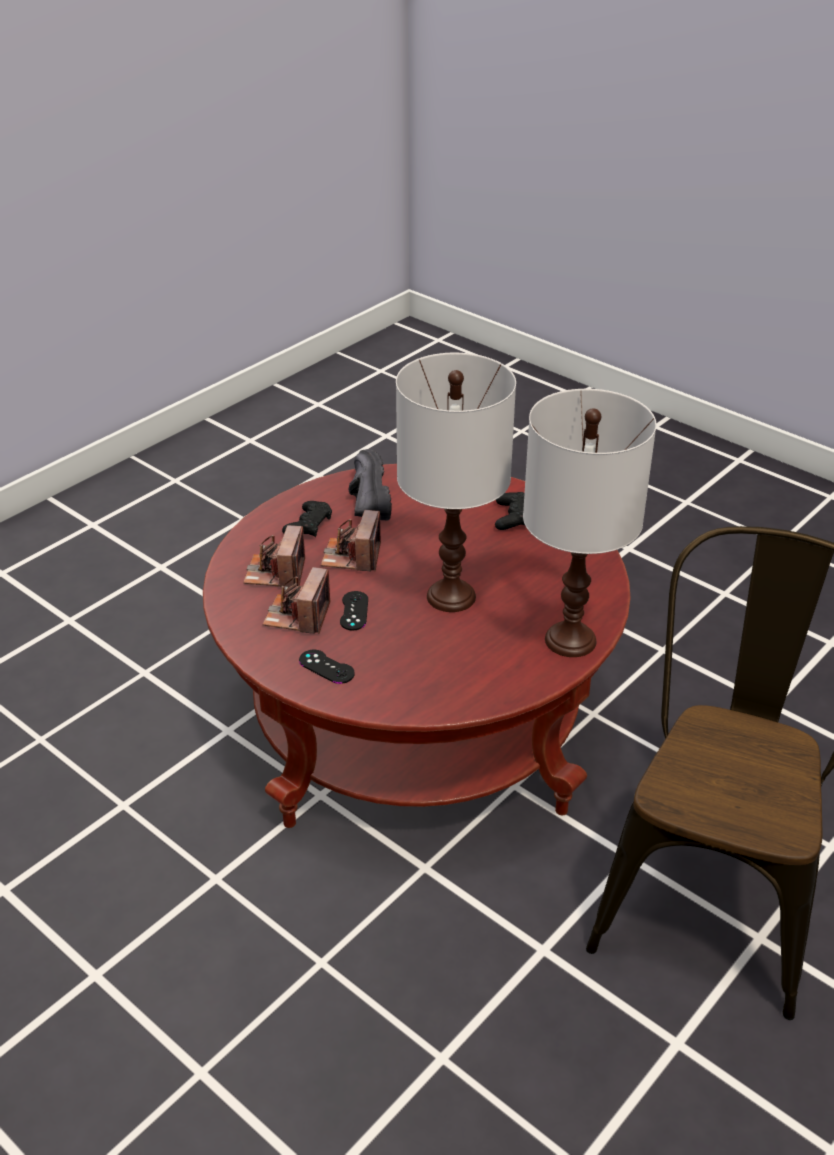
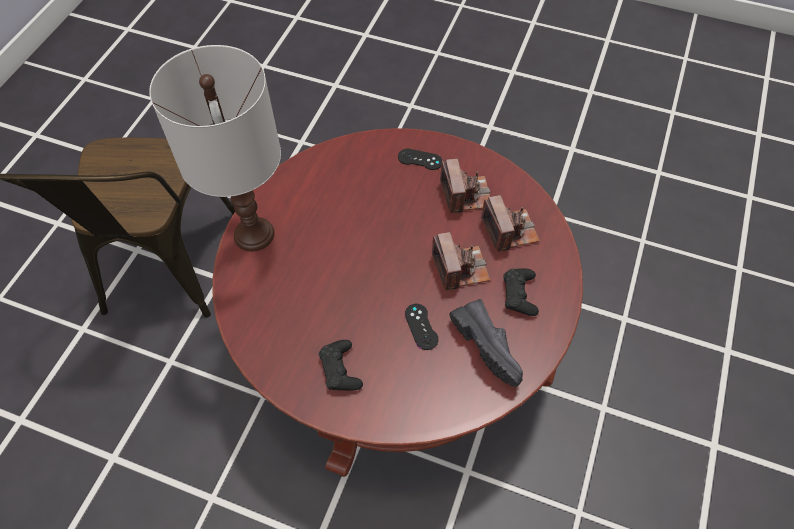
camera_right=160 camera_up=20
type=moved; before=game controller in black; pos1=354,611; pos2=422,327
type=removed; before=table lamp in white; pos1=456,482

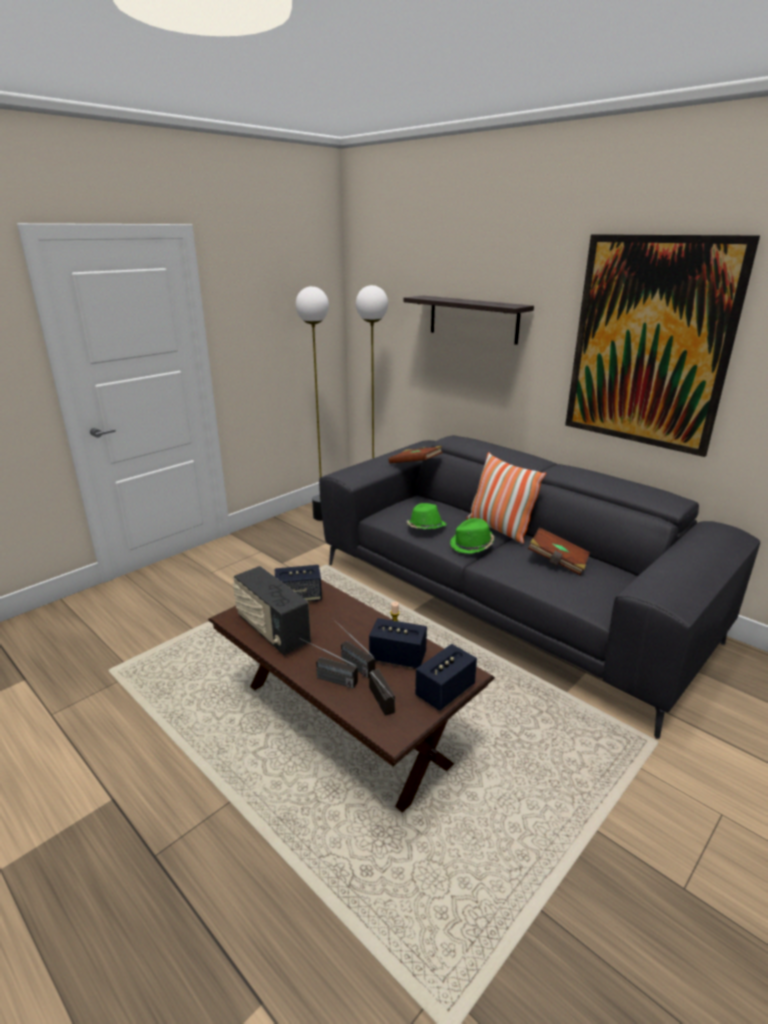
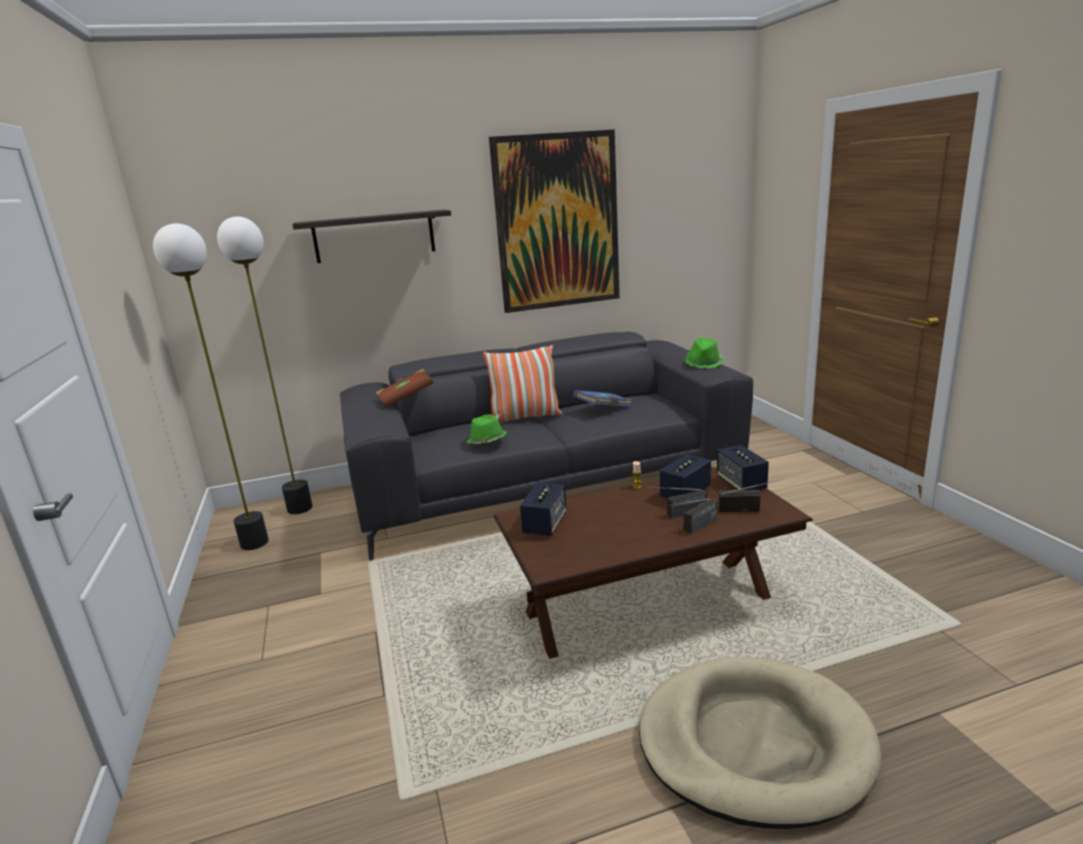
camera_right=-60 camera_up=-5
type=removed; before=radio; pos1=272,610
type=moved; before=hat in green; pos1=472,536; pos2=704,353
type=recoloured; before=book in brown; after=book in blue; pos1=559,551; pos2=603,398
type=added; after=dog bed in beige; pos2=760,743

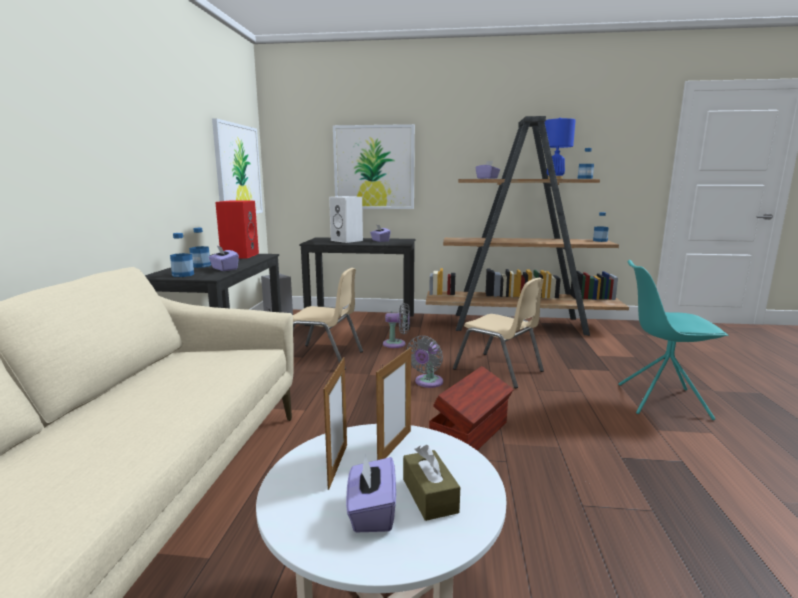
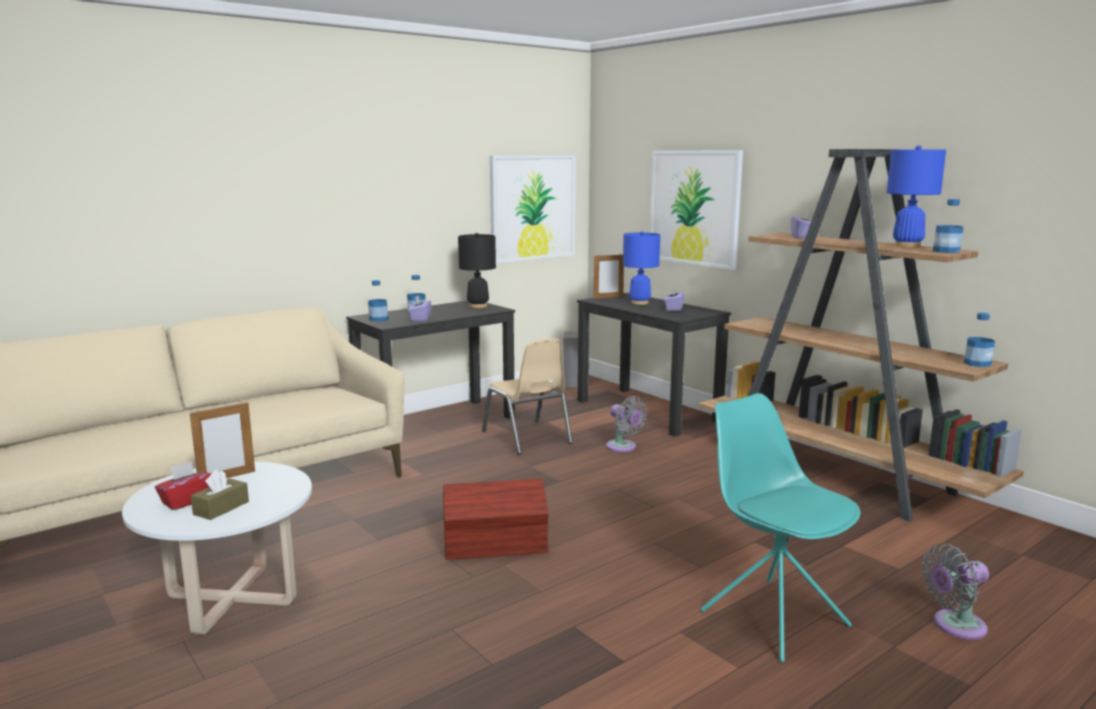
camera_right=45 camera_up=0
type=replaced; before=speaker in red; after=table lamp in black; pos1=237,229; pos2=477,270
type=replaced; before=speaker in white; after=table lamp in blue; pos1=346,219; pos2=641,268
type=recoloured; before=tissue box in purple; after=tissue box in red; pos1=371,493; pos2=183,486
type=moved; before=picture frame; pos1=393,403; pos2=609,277
type=moved; before=fan in grey; pos1=425,362; pos2=955,591
type=removed; before=chair in beige; pos1=498,333

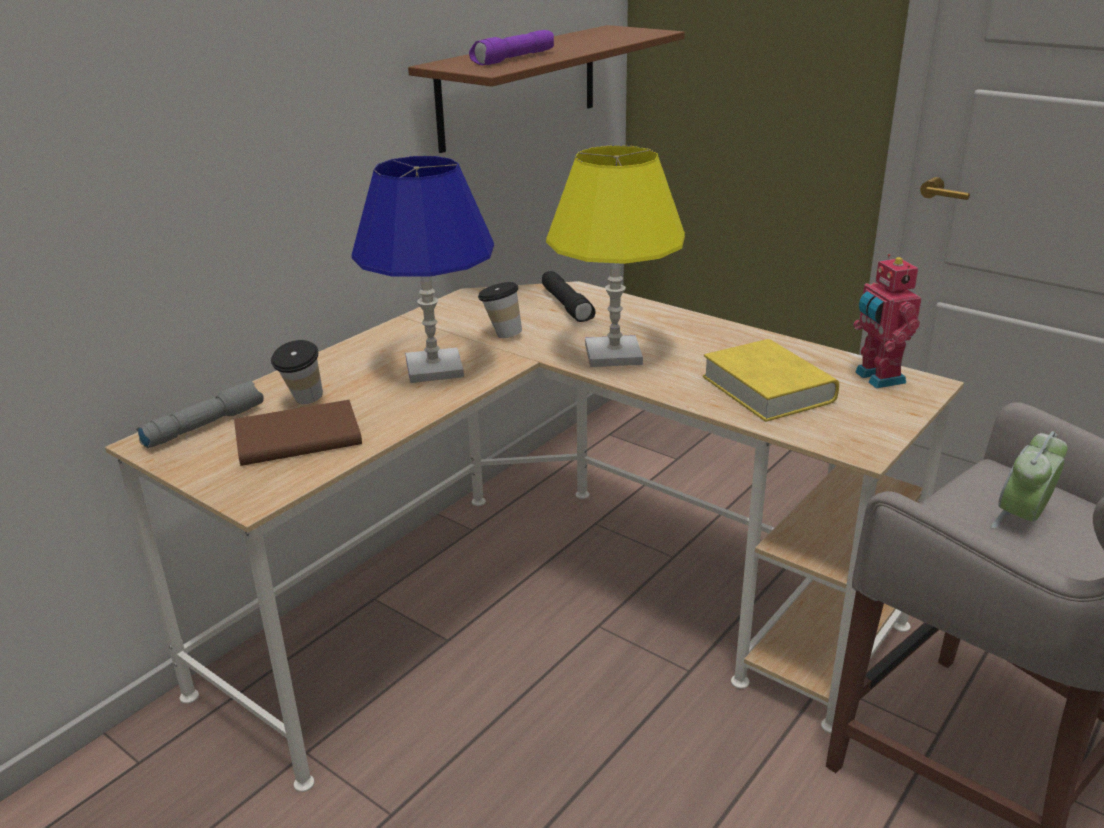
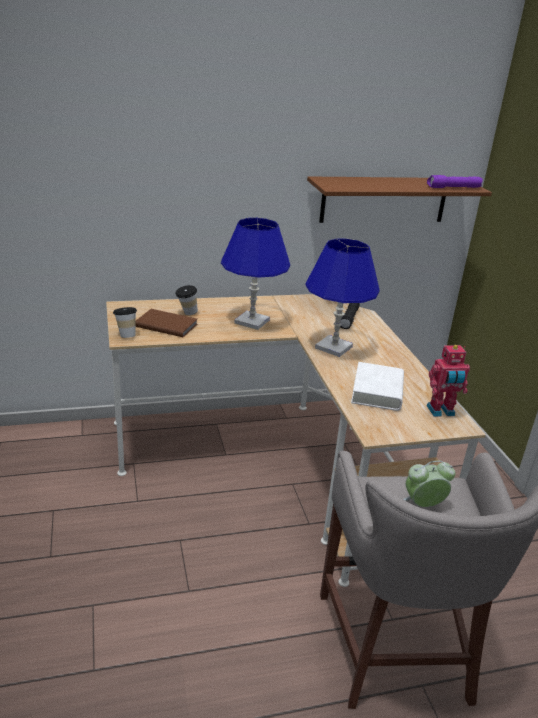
camera_right=35 camera_up=0
type=removed; before=flashlight in grey; pos1=200,414
type=moved; before=flashlight in purple; pos1=511,47; pos2=455,181
type=moved; before=cup; pos1=500,310; pos2=125,322
type=recoloured; before=table lamp in yellow; after=table lamp in blue; pos1=615,256; pos2=342,298
type=recoloured; before=book in yellow; after=book in white; pos1=771,380; pos2=377,386
type=turned; before=toy robot; pos1=887,321; pos2=448,381; turn=-120

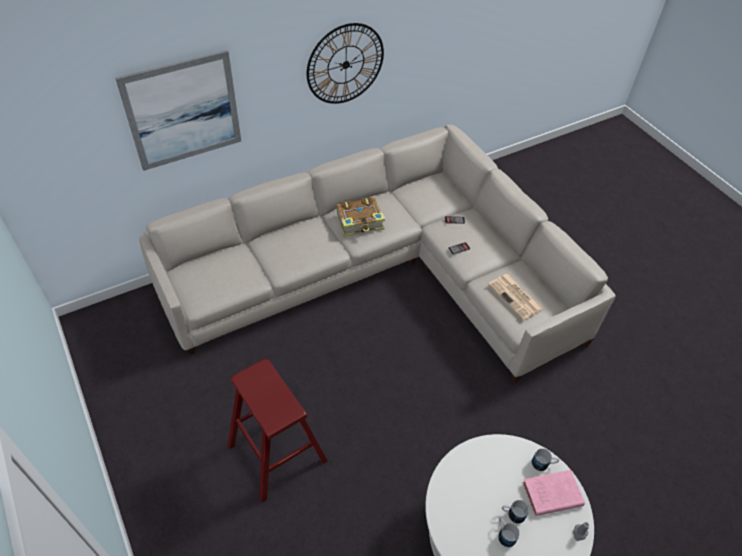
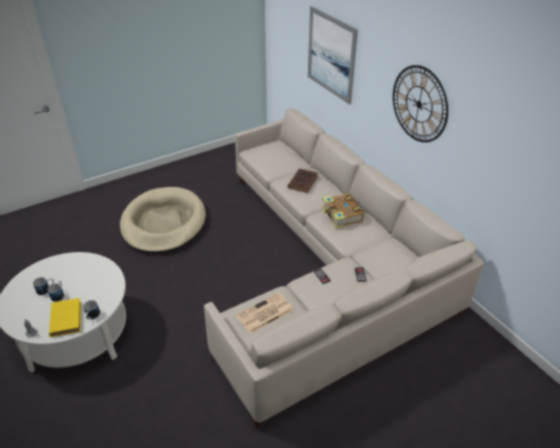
camera_right=90 camera_up=-10
type=replaced; before=stool in red; after=dog bed in beige; pos1=278,430; pos2=163,220
type=recoloured; before=book in pink; after=book in yellow; pos1=553,493; pos2=65,317
type=added; after=book in brown; pos2=303,180

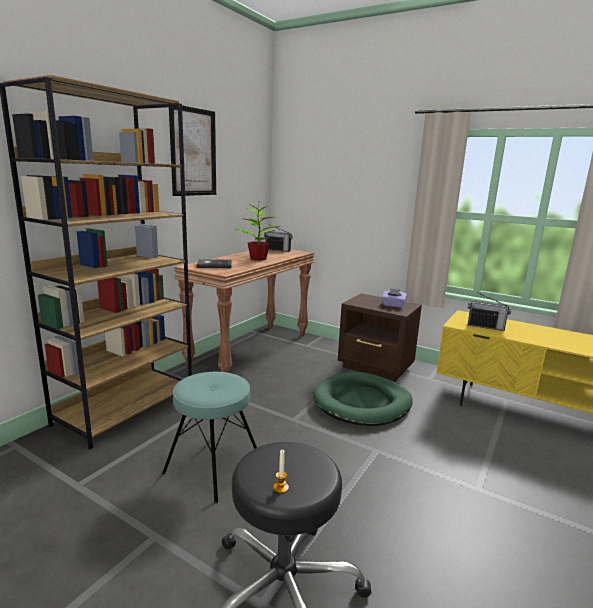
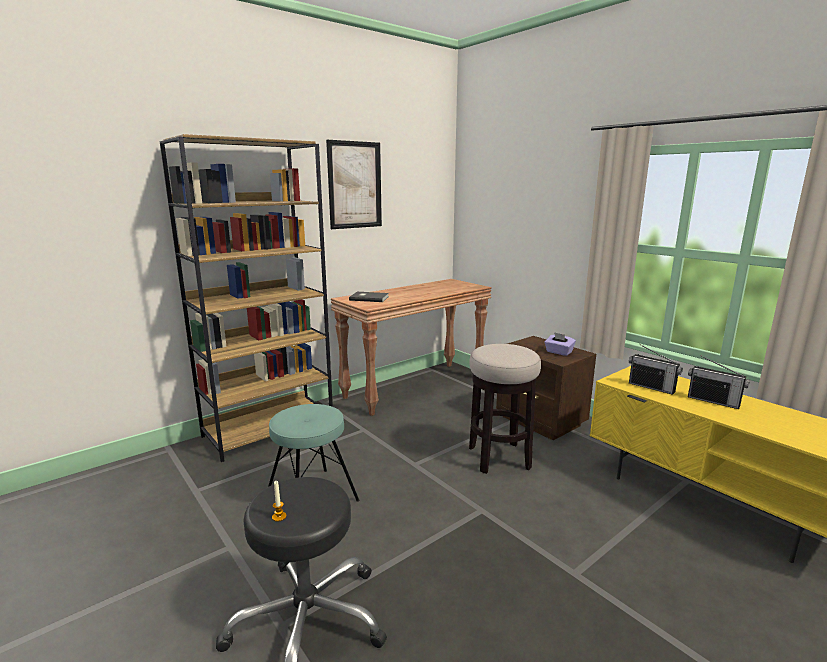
camera_right=20 camera_up=0
type=removed; before=potted plant; pos1=258,232
type=moved; before=radio; pos1=278,238; pos2=719,382
type=replaced; before=dog bed in green; after=stool; pos1=363,399; pos2=505,409

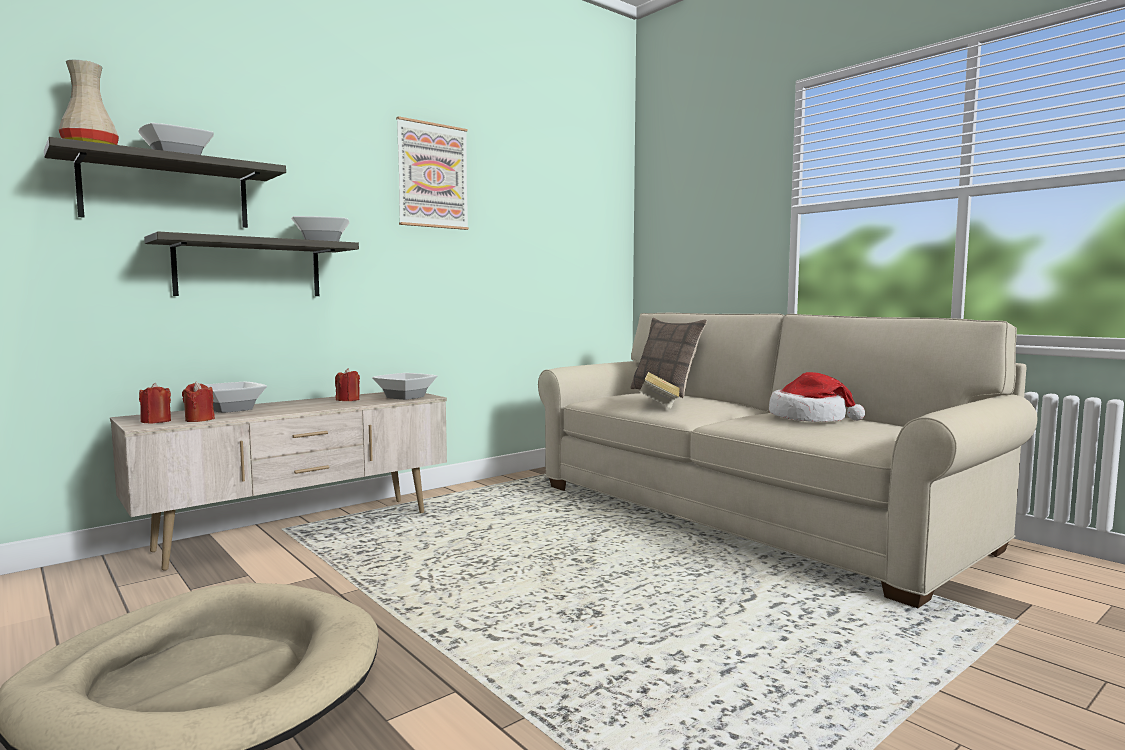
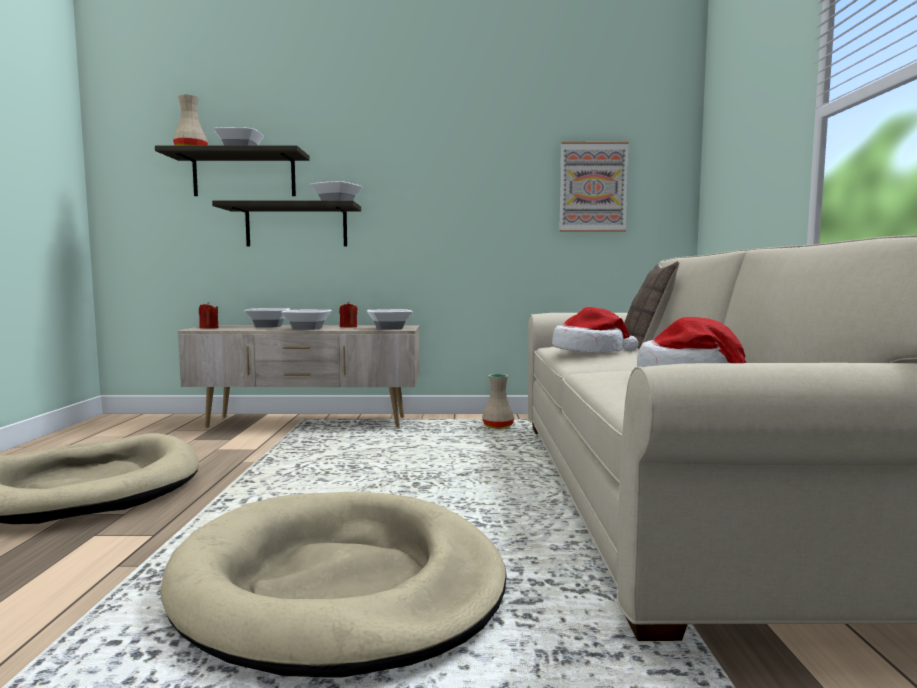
camera_right=40 camera_up=0
type=removed; before=candle in red; pos1=198,402
type=moved; before=picture; pos1=432,173; pos2=594,187
type=replaced; before=book; after=hat; pos1=659,390; pos2=595,330
type=added; after=dog bed in beige; pos2=333,585
type=added; after=bowl; pos2=306,320
type=added; after=vase in beige; pos2=498,401

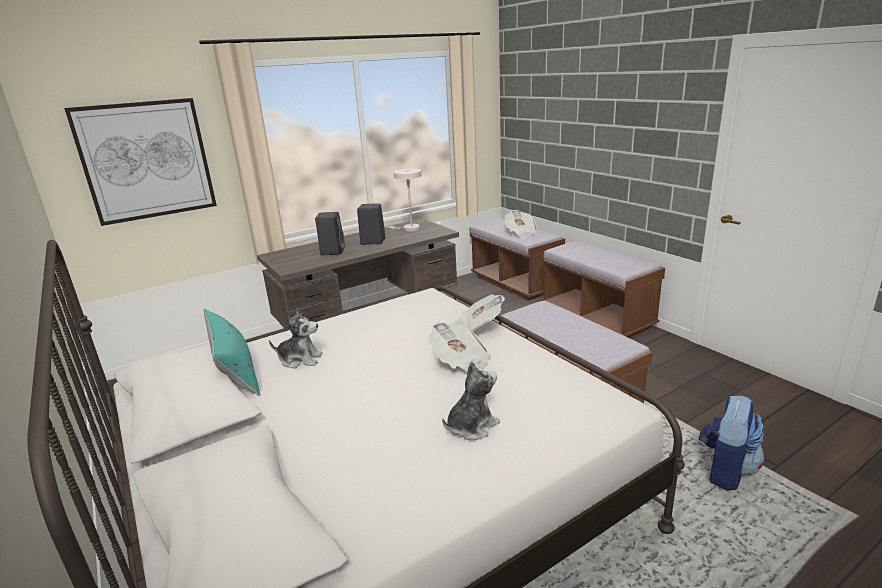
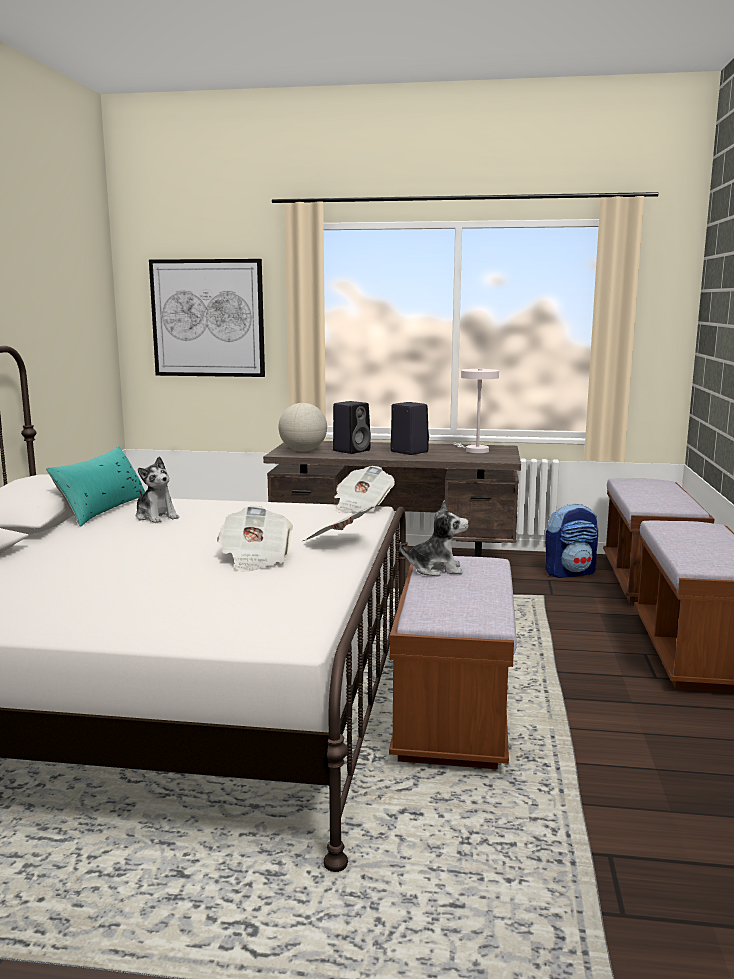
camera_right=40 camera_up=-10
type=moved; before=plush toy; pos1=471,400; pos2=434,538
type=moved; before=newspaper; pos1=521,224; pos2=365,490
type=moved; before=backpack; pos1=731,443; pos2=571,541
type=added; after=globe; pos2=302,427

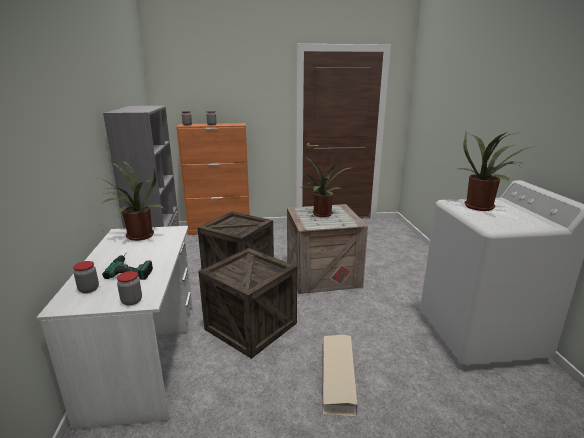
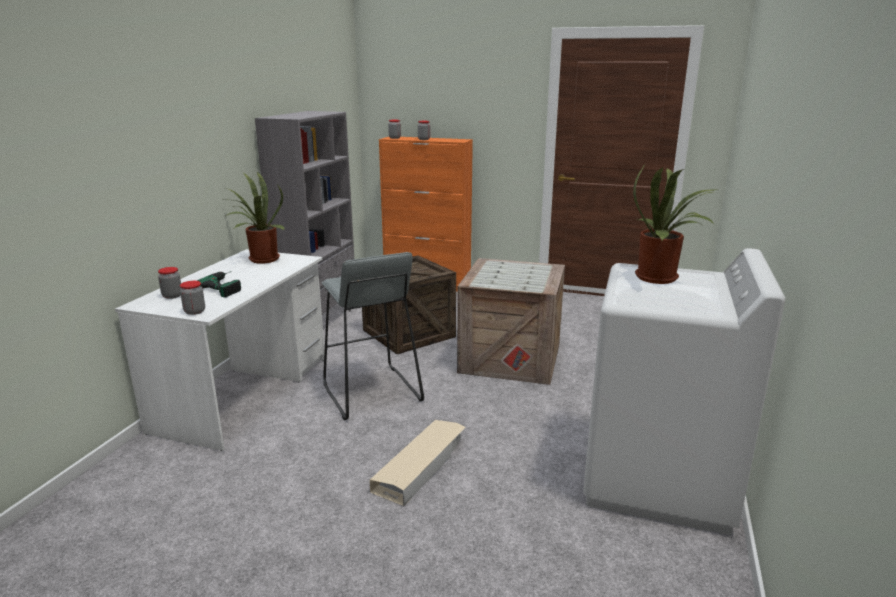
camera_right=25 camera_up=0
type=replaced; before=crate; after=stool in grey; pos1=247,303; pos2=373,336
type=removed; before=potted plant; pos1=325,187

